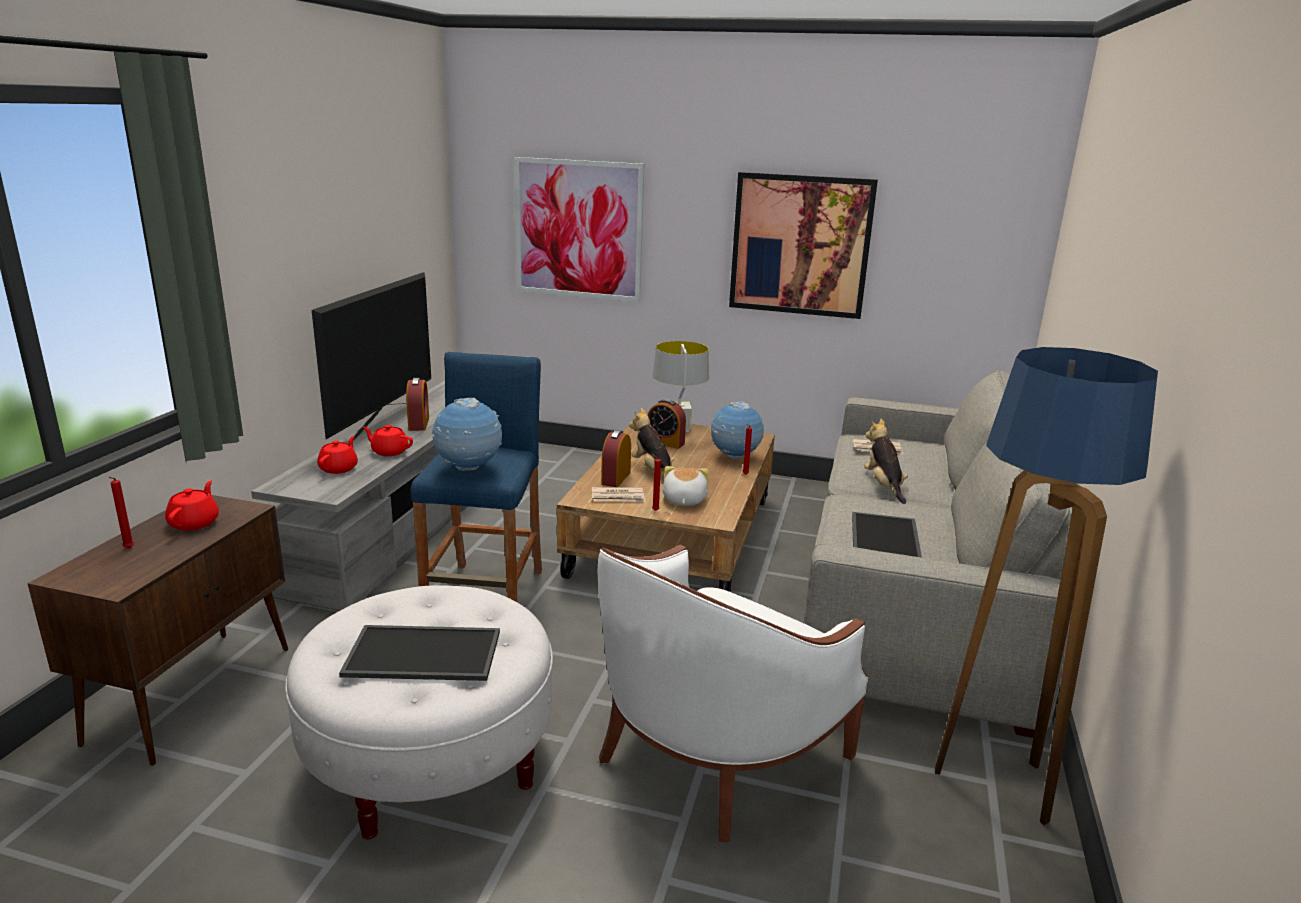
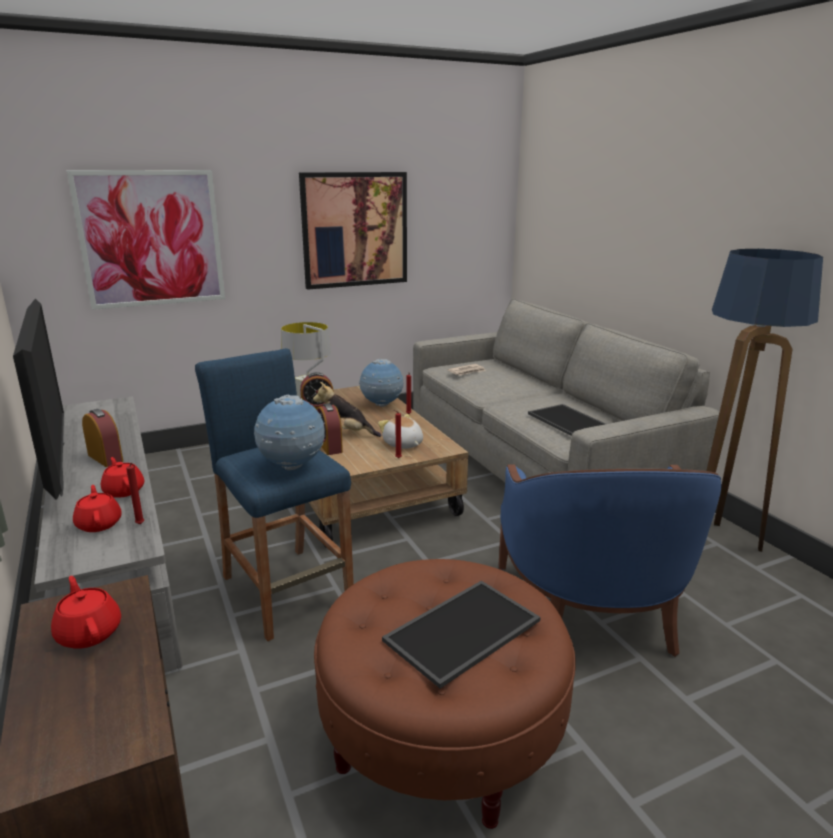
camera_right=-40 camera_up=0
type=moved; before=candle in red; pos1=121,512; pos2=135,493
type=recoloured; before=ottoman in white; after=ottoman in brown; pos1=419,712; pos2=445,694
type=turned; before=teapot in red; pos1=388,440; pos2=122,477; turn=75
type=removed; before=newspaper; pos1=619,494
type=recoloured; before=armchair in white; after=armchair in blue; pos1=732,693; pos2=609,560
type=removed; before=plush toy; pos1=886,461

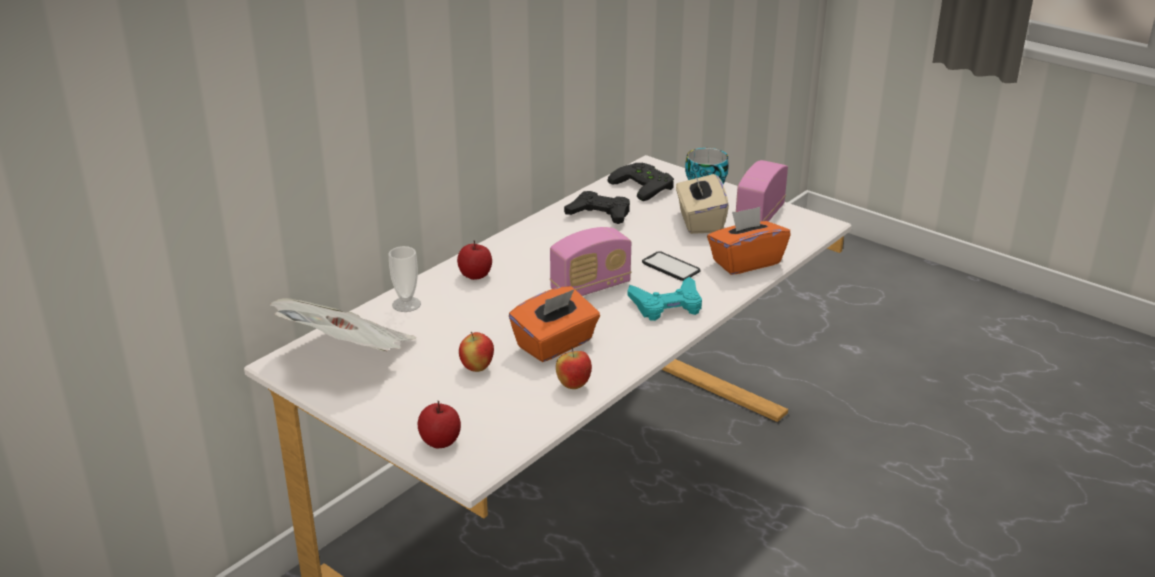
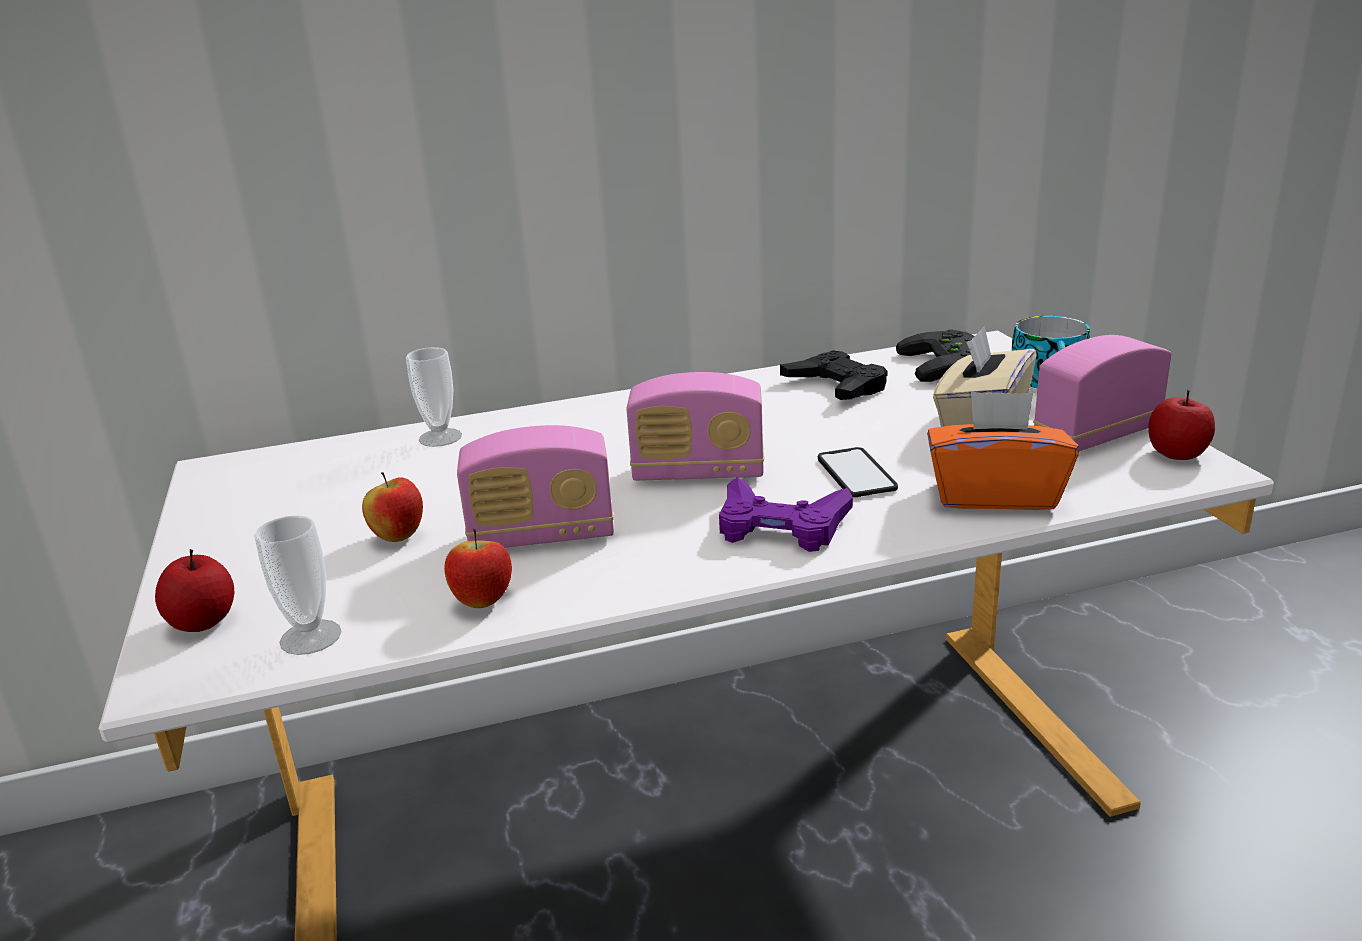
camera_right=35 camera_up=-5
type=removed; before=newspaper; pos1=343,324
type=moved; before=apple; pos1=474,260; pos2=1181,425
type=replaced; before=tissue box in orange; after=radio; pos1=554,324; pos2=535,486
type=recoloured; before=game controller in turquoise; after=game controller in purple; pos1=664,299; pos2=786,514
type=added; after=cup; pos2=297,585

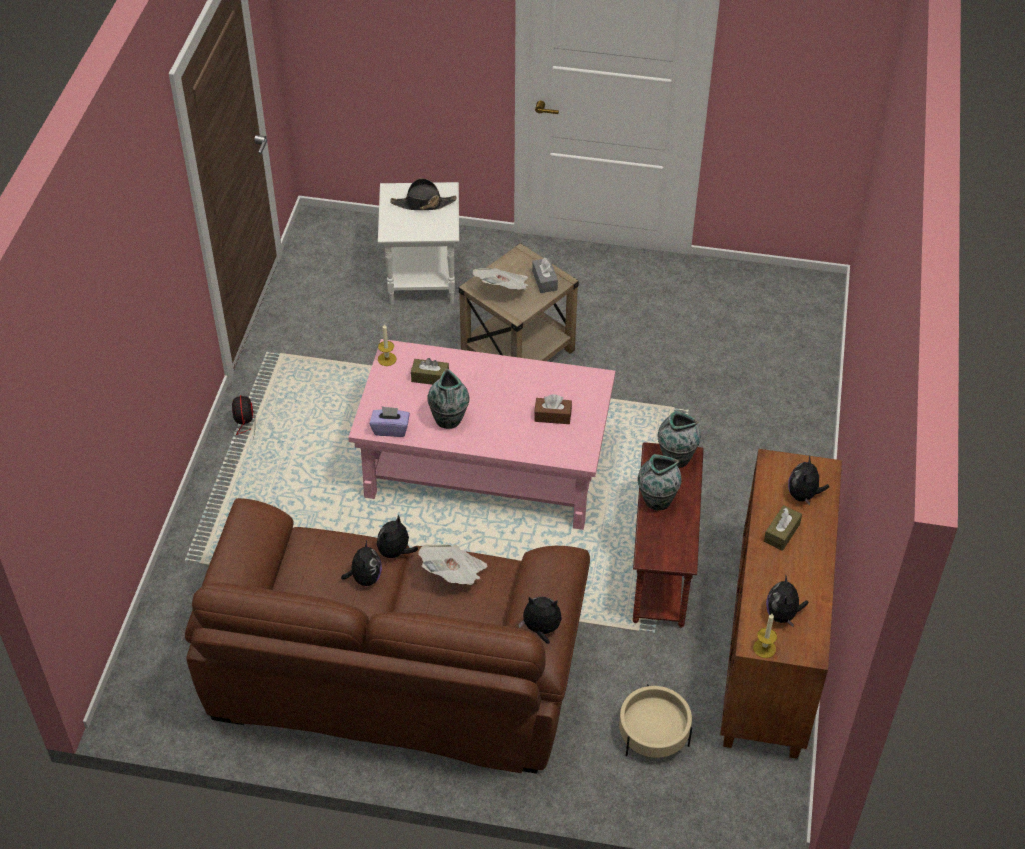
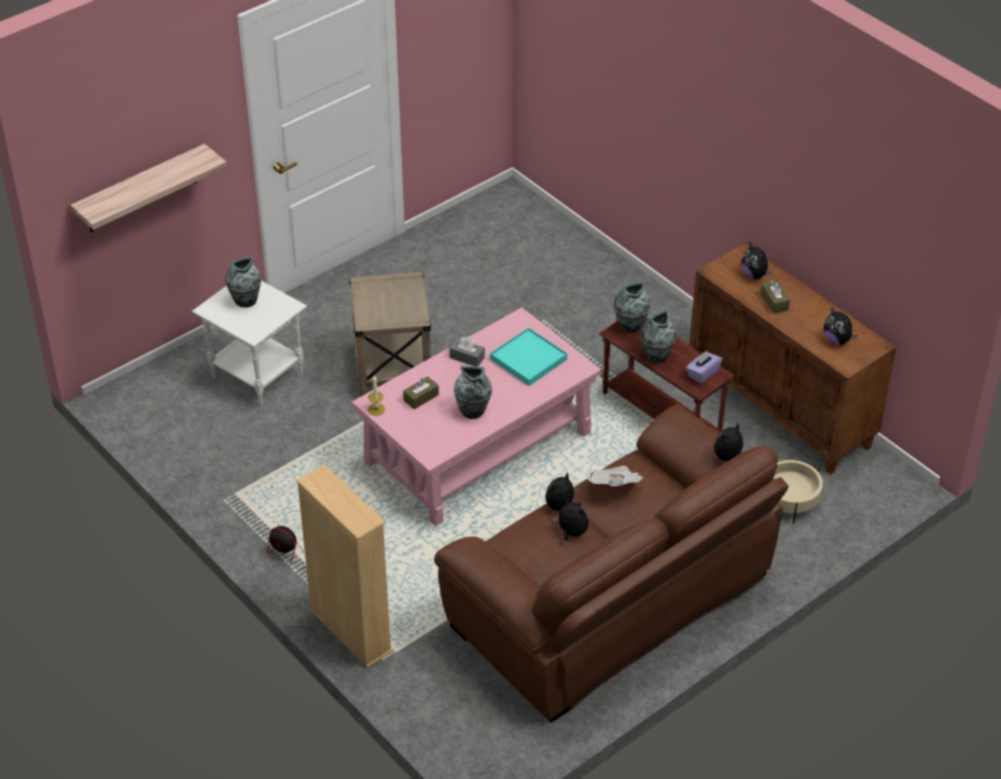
camera_right=-50 camera_up=-5
type=moved; before=tissue box in purple; pos1=390,421; pos2=704,367
type=turned; before=plush toy; pos1=397,536; pos2=563,491; turn=60
type=replaced; before=hat in black; after=vase; pos1=423,194; pos2=243,282
type=removed; before=newspaper; pos1=501,279
type=moved; before=tissue box in grey; pos1=545,275; pos2=467,351
type=replaced; before=tissue box in brown; after=tray in turquoise; pos1=553,409; pos2=528,357
type=removed; before=candle; pos1=765,636
type=added; after=shelf; pos2=149,188
type=added; after=bookcase in beige; pos2=344,566

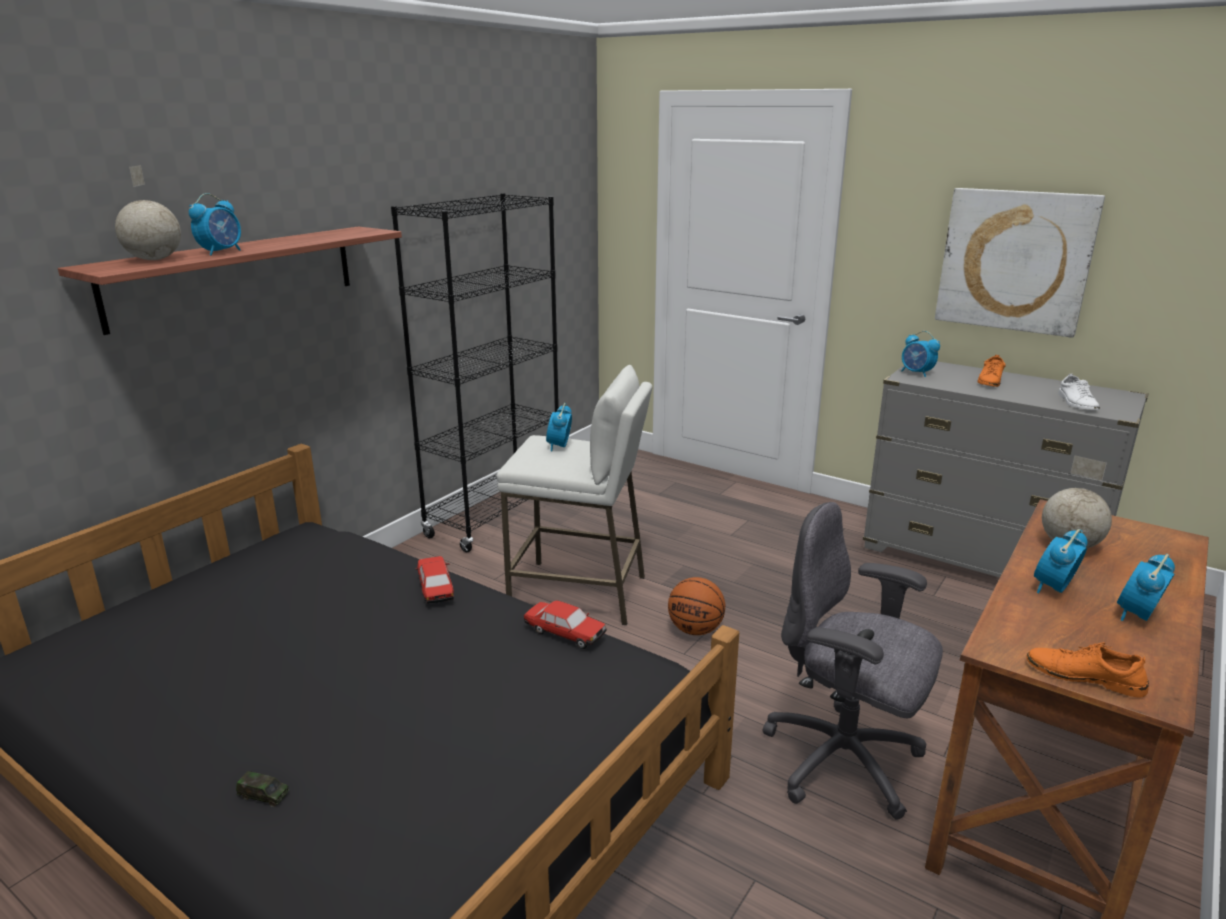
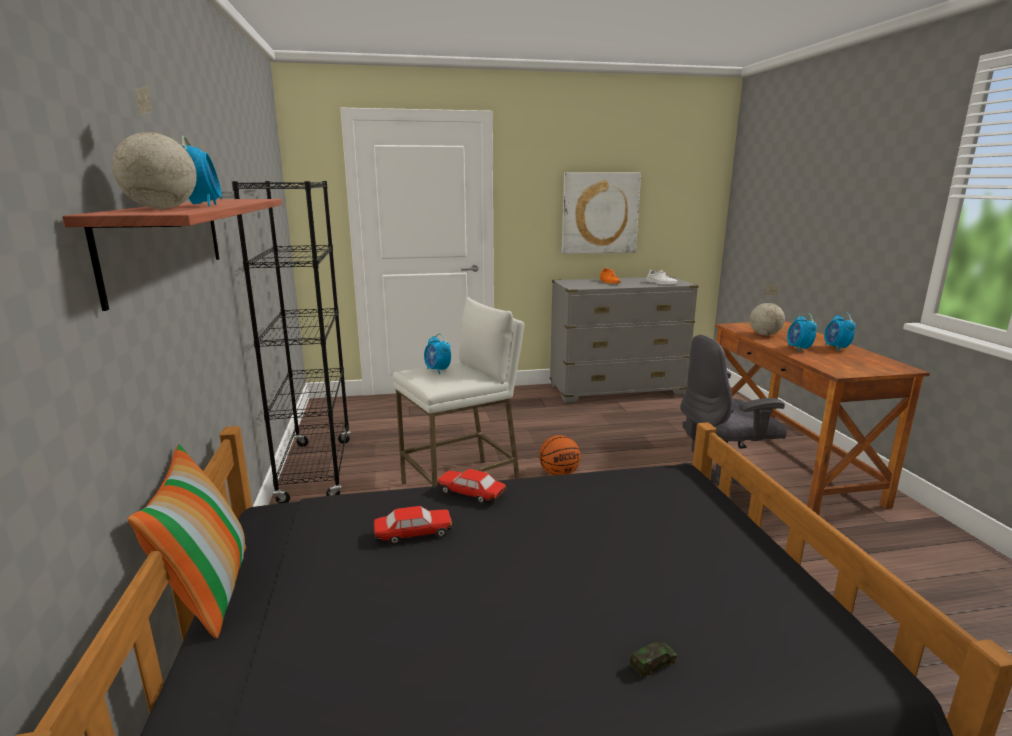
camera_right=-45 camera_up=-5
type=moved; before=toy car; pos1=565,624; pos2=413,525
type=removed; before=alarm clock; pos1=920,354
type=removed; before=shoe in orange; pos1=1087,670
type=added; after=pillow; pos2=186,542

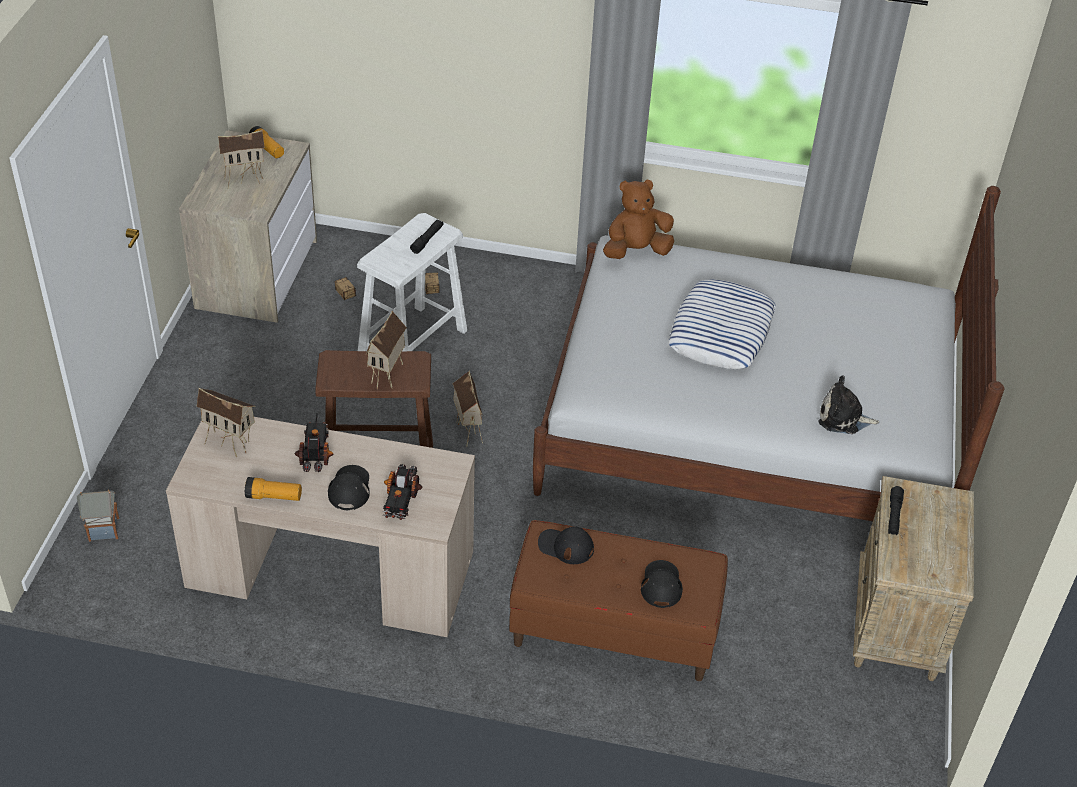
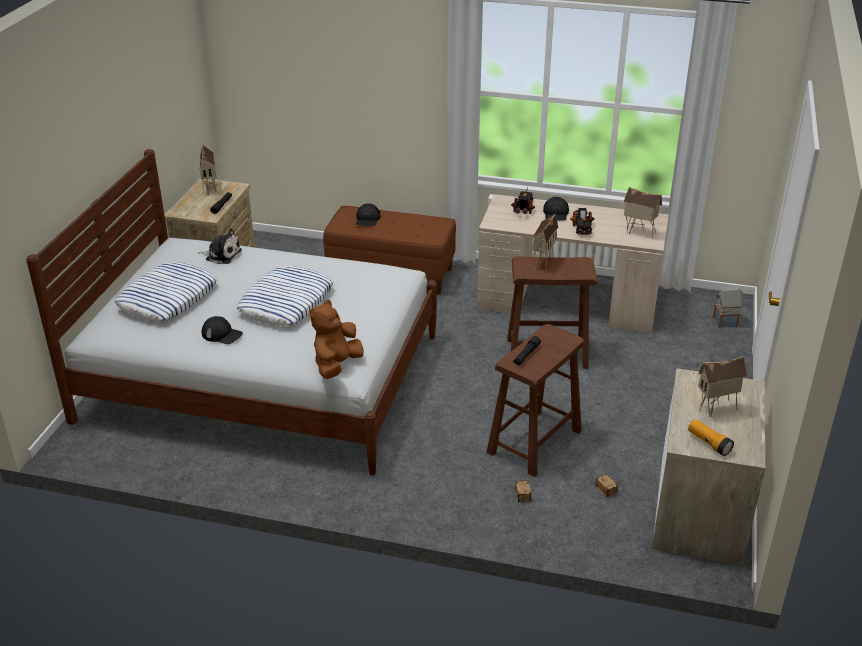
camera_right=-175 camera_up=-10
type=removed; before=flashlight; pos1=273,489
type=recoloured; before=stool in white; after=stool in brown; pos1=412,282; pos2=536,400
type=moved; before=toy house; pos1=467,409; pos2=208,169
type=moved; before=cap in black; pos1=566,545; pos2=222,330
type=turned; before=plush toy in brown; pos1=638,219; pos2=337,339; turn=135
type=added; after=pillow; pos2=166,291

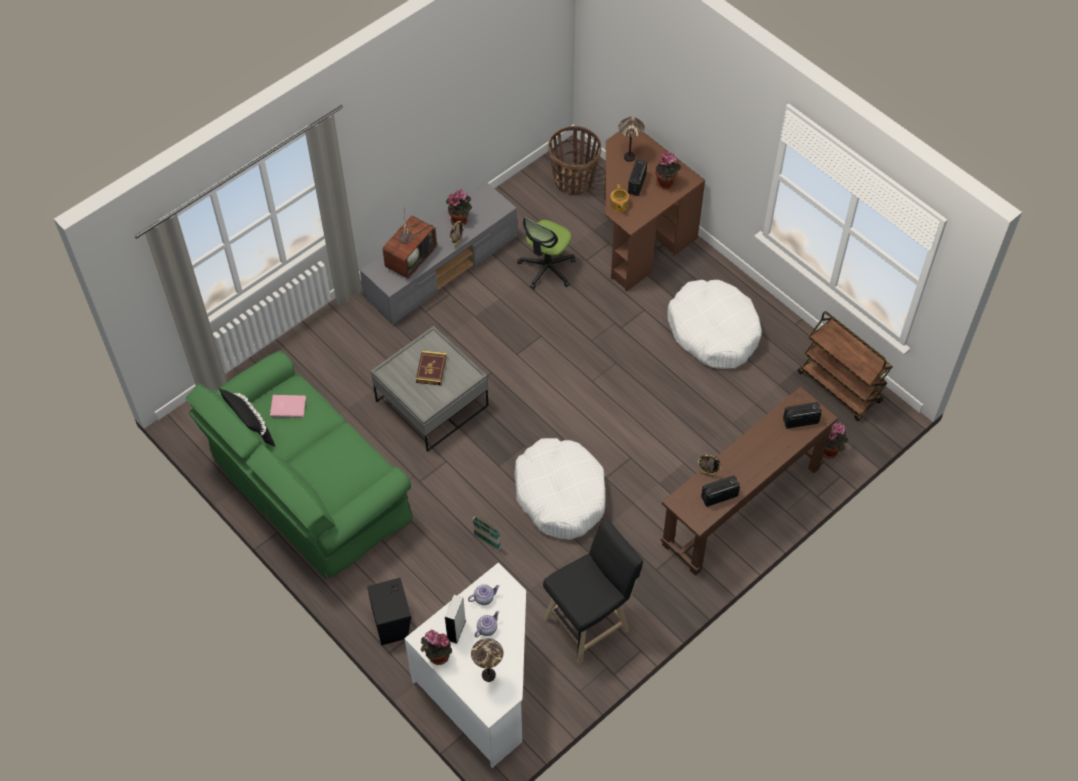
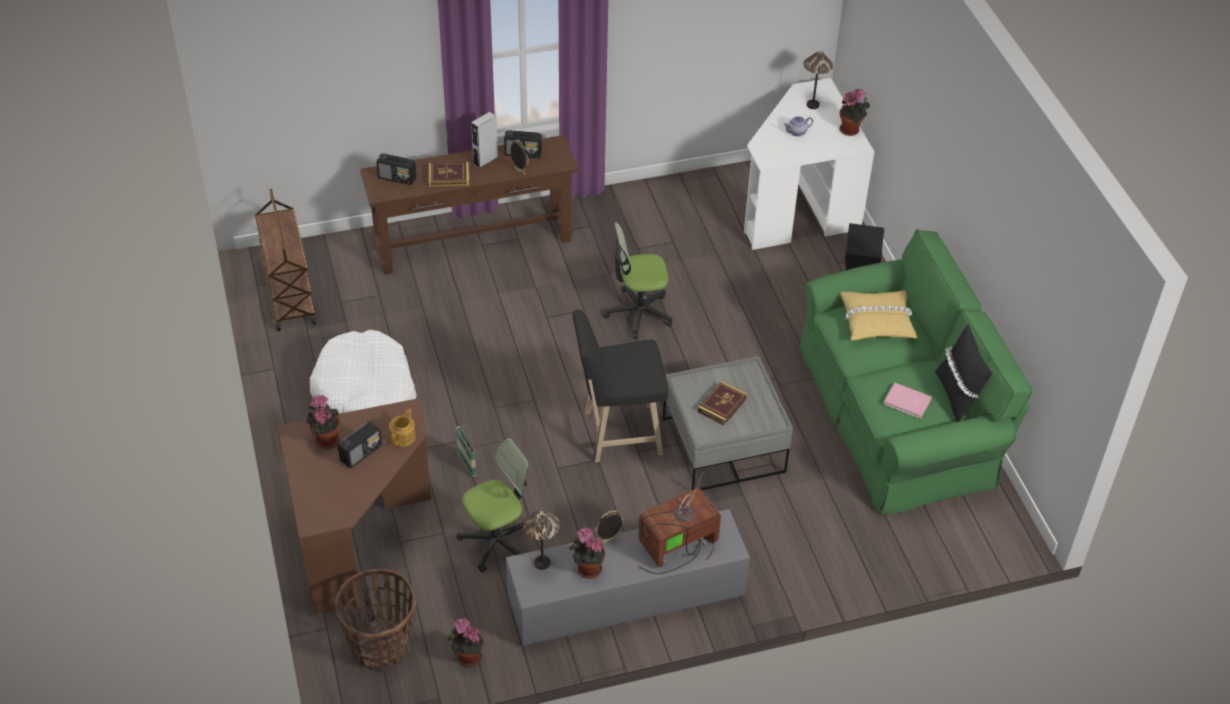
camera_right=-155 camera_up=-10
type=moved; before=speaker in grey; pos1=455,619; pos2=484,140
type=removed; before=teapot; pos1=484,595
type=moved; before=basket; pos1=487,532; pos2=466,450
type=replaced; before=dog bed in white; after=office chair; pos1=560,489; pos2=637,280
type=moved; before=stool in black; pos1=593,591; pos2=620,386
type=moved; before=table lamp; pos1=632,139; pos2=541,540
type=moved; before=potted plant; pos1=835,441; pos2=465,642
type=added; after=book; pos2=449,174
type=added; after=pillow in yellow; pos2=878,315

